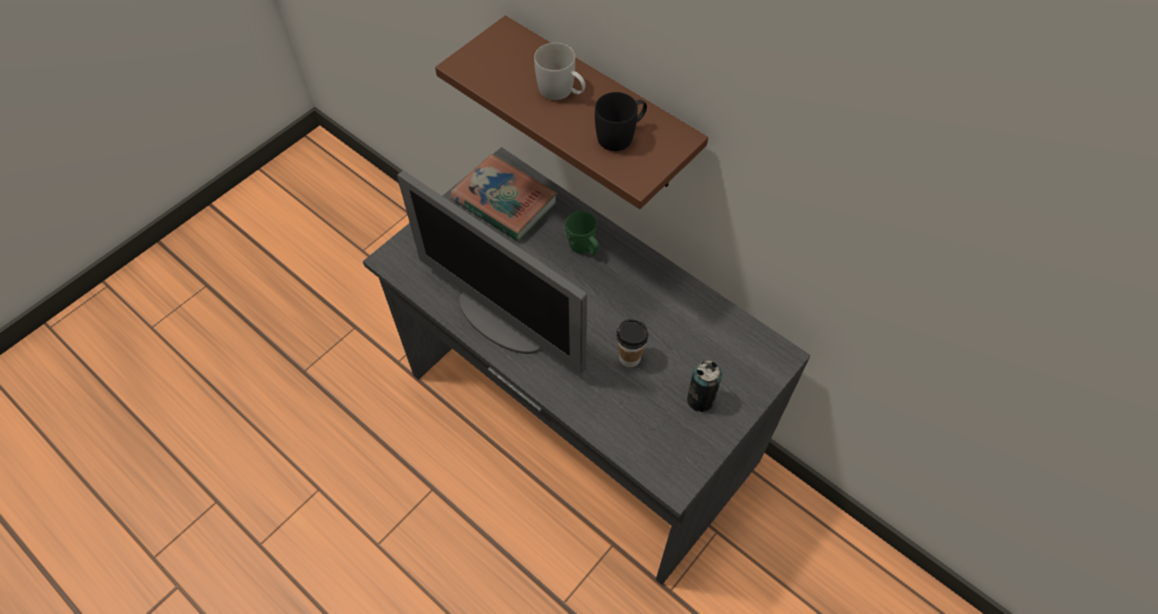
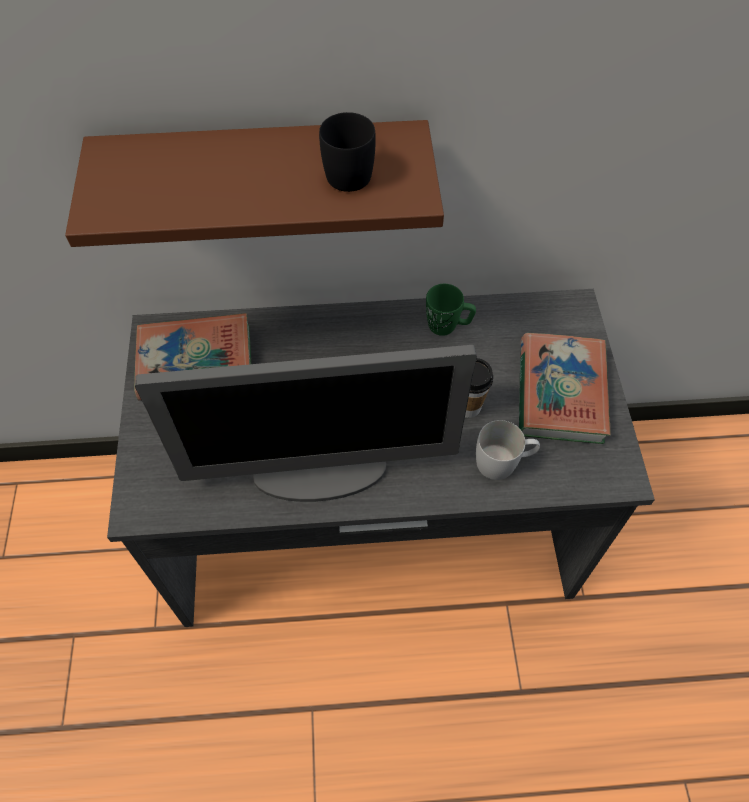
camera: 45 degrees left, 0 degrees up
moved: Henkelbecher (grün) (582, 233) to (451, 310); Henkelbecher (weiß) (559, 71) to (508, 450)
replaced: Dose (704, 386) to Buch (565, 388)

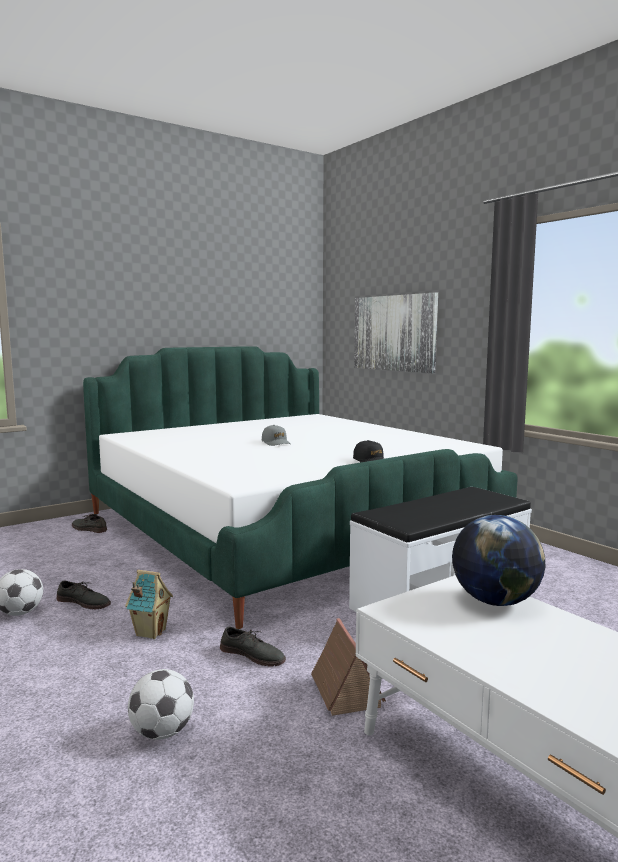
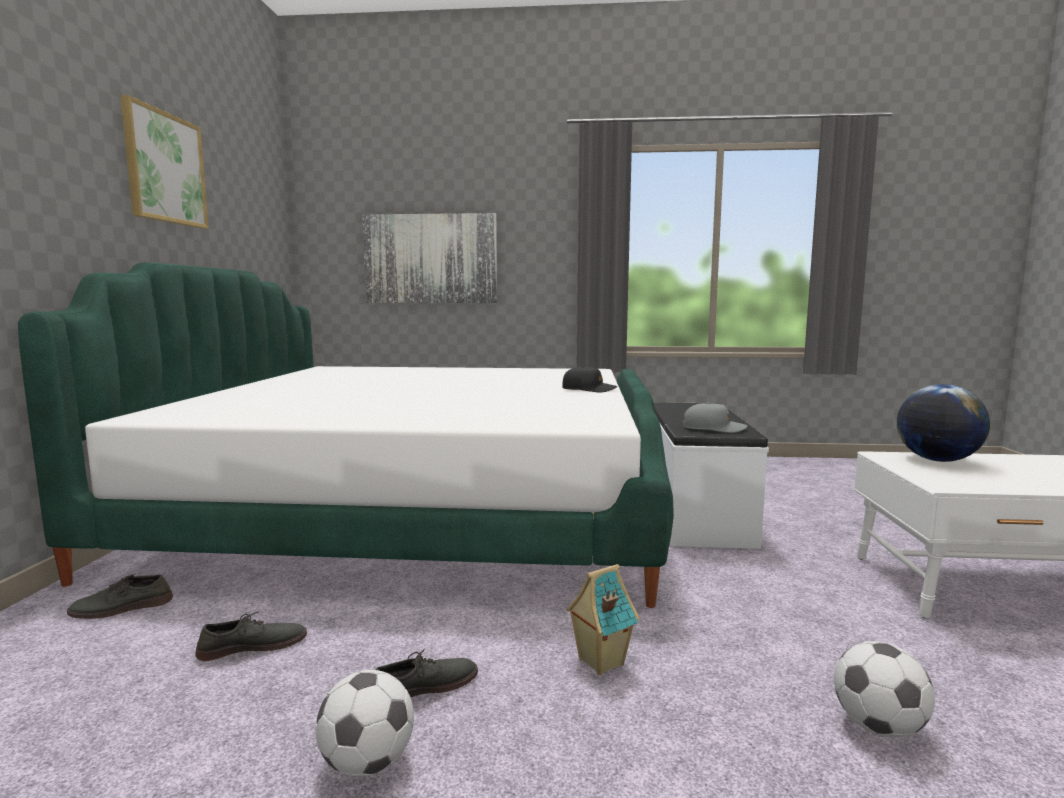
camera: 50 degrees left, 0 degrees up
removed: Spielzeughaus (348, 667)
added: Bild (164, 162)
moved: Schuh (grau) (253, 646) to (251, 636); Kappe (grau) (276, 435) to (715, 417)

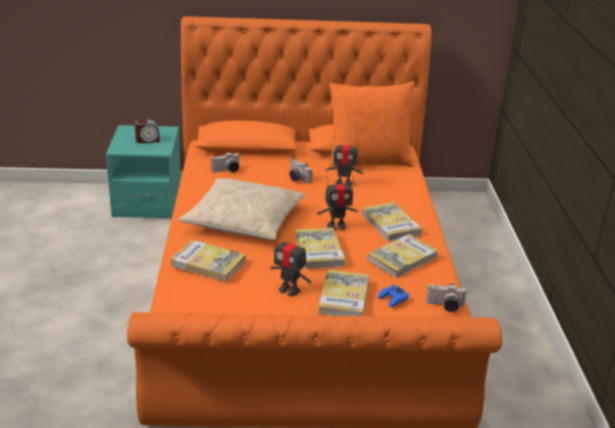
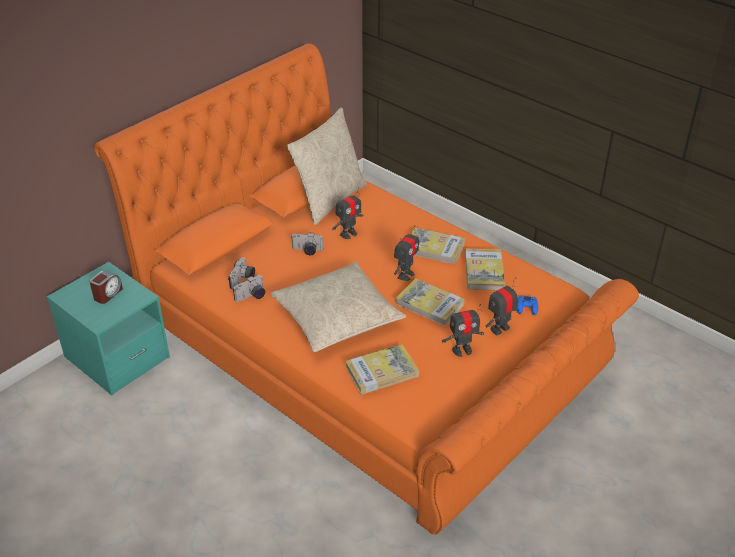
camera: 45 degrees left, 10 degrees up
moved: Kamera (446, 298) to (249, 288)
replaced: Buch (343, 293) to Spielzeugroboter (502, 306)
recoloured: Kissen (orange) (371, 125) to Kissen (beige) (327, 166)

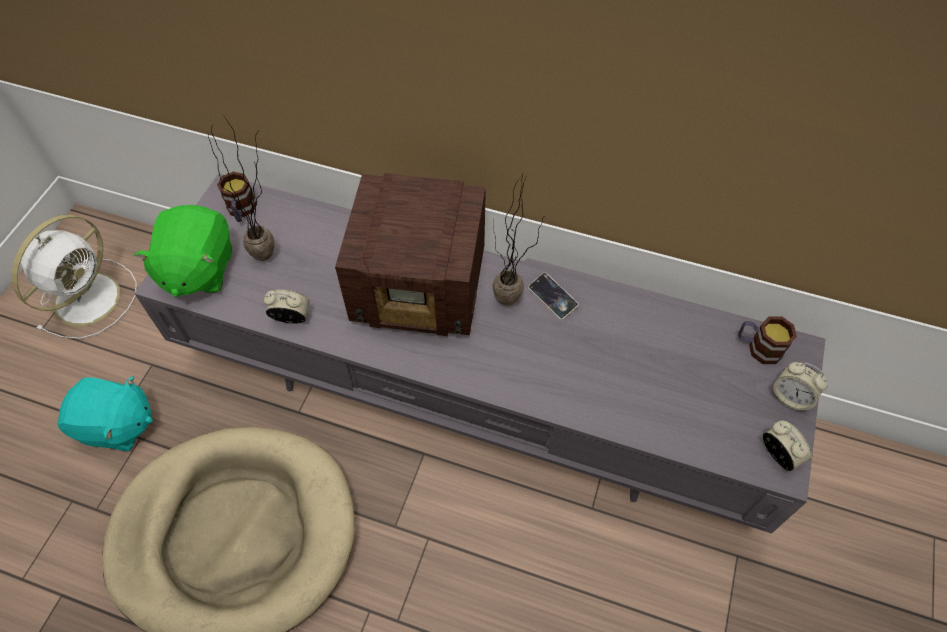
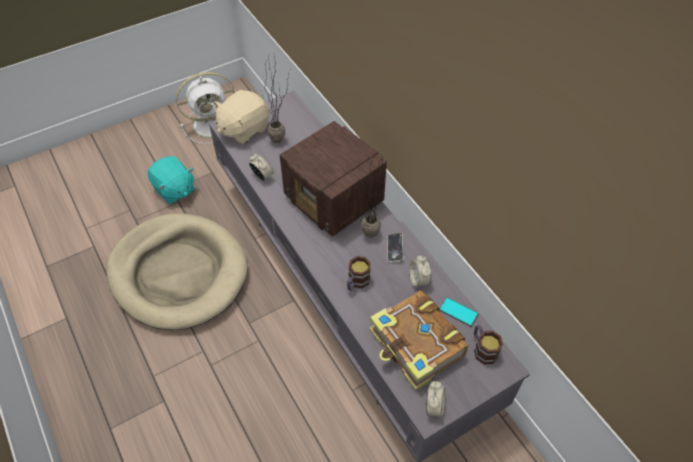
camera: 40 degrees right, 5 degrees down
added: Buch (418, 341); Handy (459, 312)
moved: Henkelbecher (237, 197) to (359, 273); Wecker (800, 386) to (420, 272)
recoloured: Plüschtier (grün) (183, 251) to Plüschtier (beige) (242, 117)

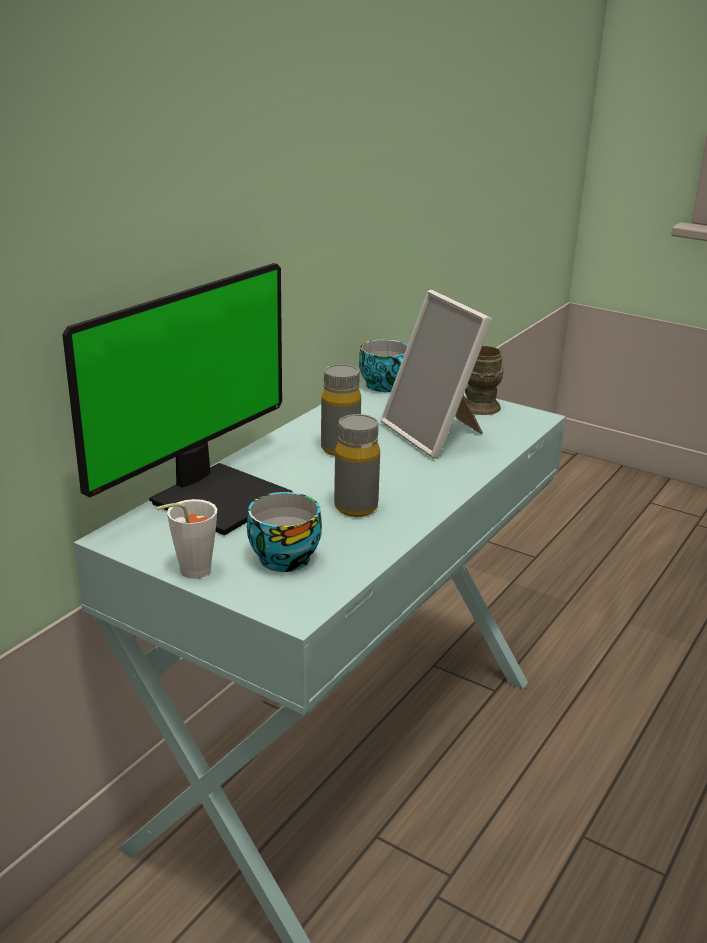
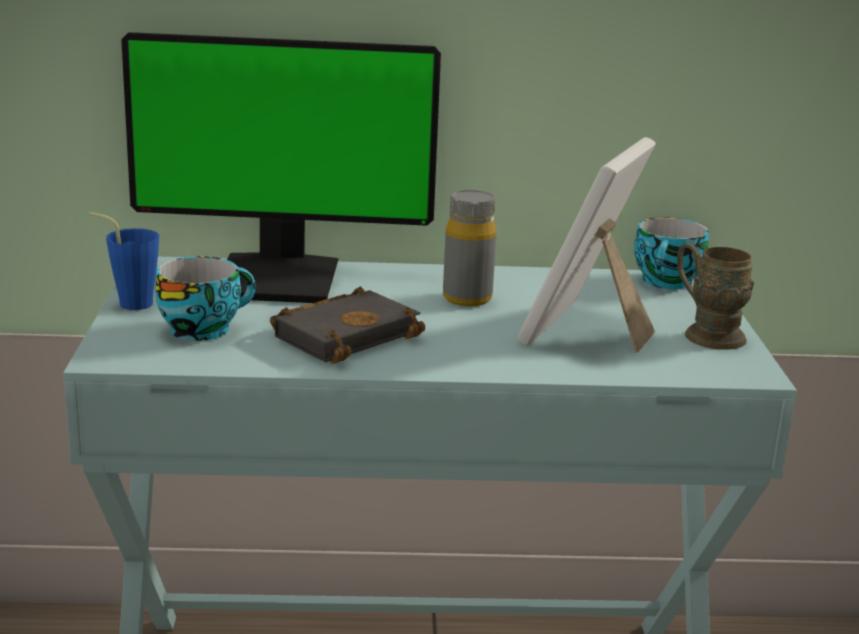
camera: 55 degrees right, 5 degrees down
replaced: Flasche (grau) (357, 465) to Buch (schwarz) (347, 325)
recoloured: Tasse (weiß) (186, 539) to Tasse (blau) (124, 261)

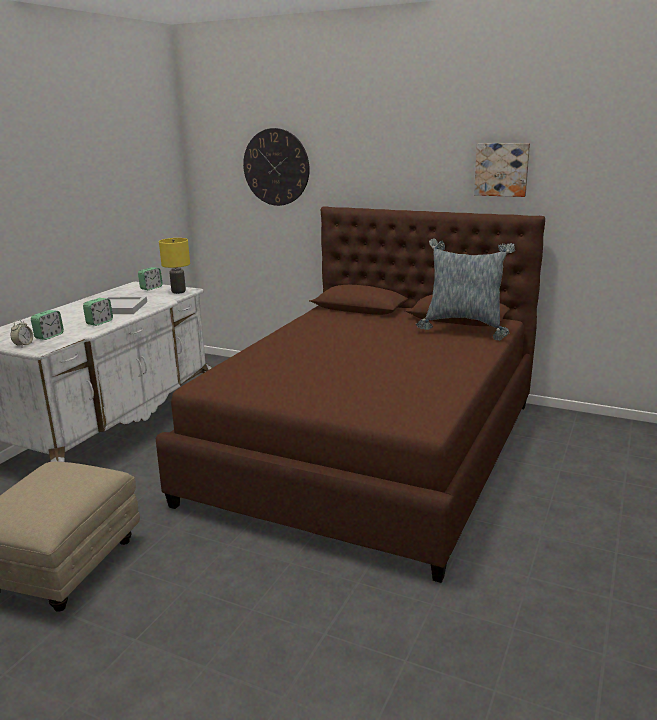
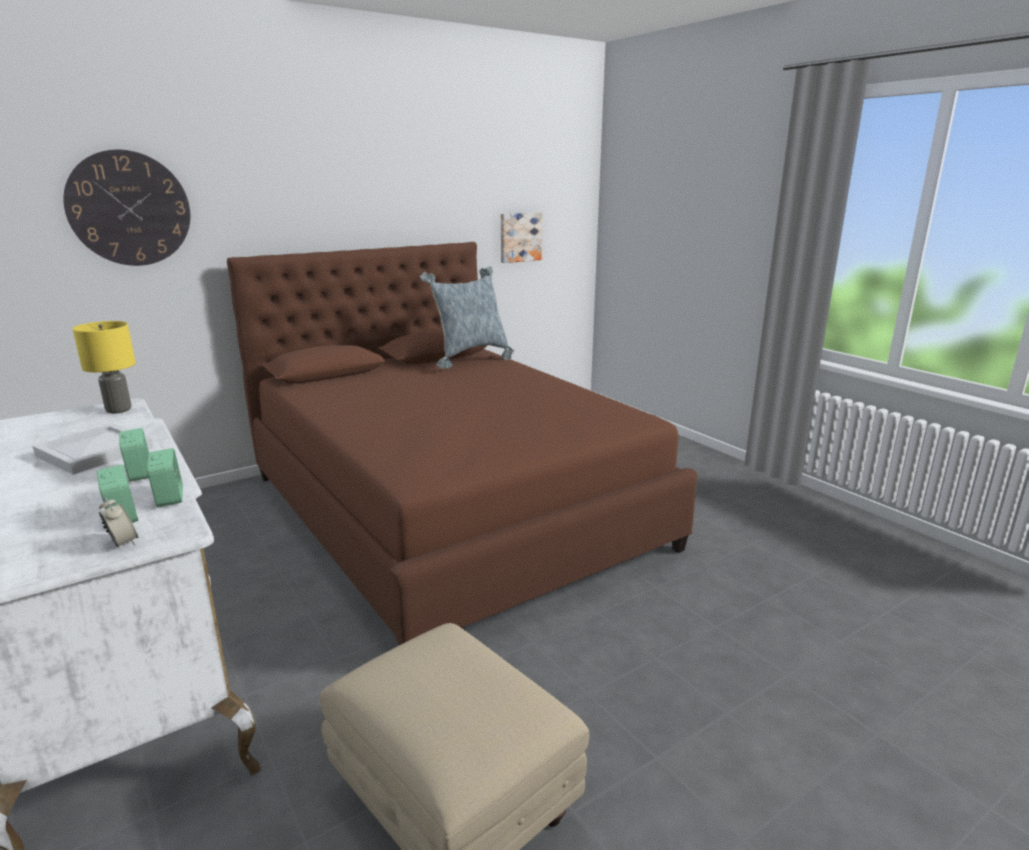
camera: 60 degrees left, 0 degrees up
moved: Wecker (150, 278) to (165, 477); Bild (502, 170) to (521, 237)

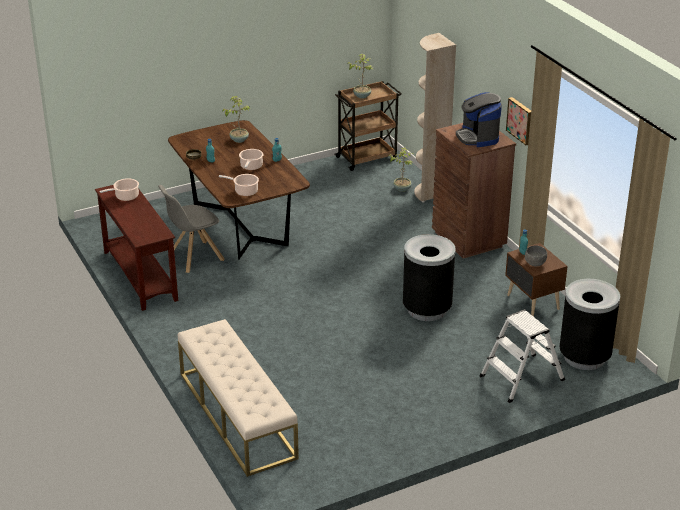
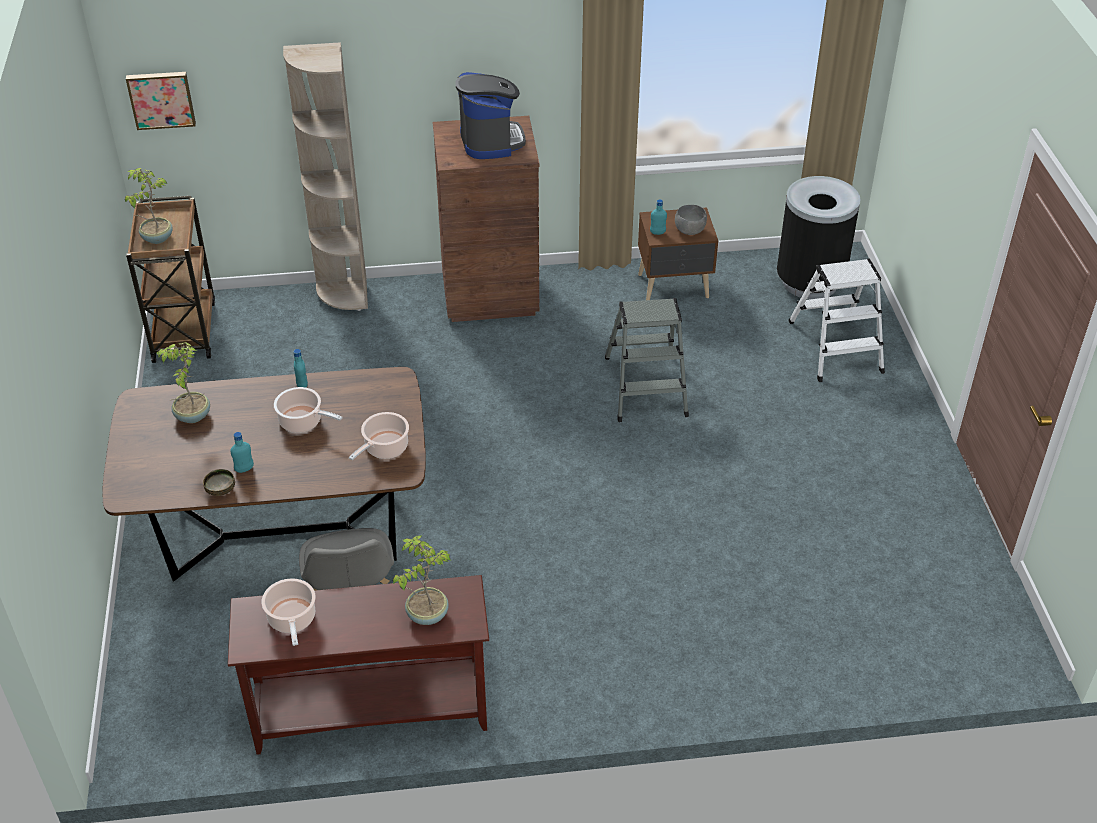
camera: 70 degrees left, 10 degrees up
removed: Bank (beige) (238, 398)
moved: Bild (518, 121) to (161, 101); Topfpflanze (401, 169) to (422, 580)
replaced: Mülleimer (schwarz) (429, 277) to Trittleiter (grau) (647, 360)
turned: Kaffeemaschine (479, 119) = (491, 115) 105 degrees counterclockwise

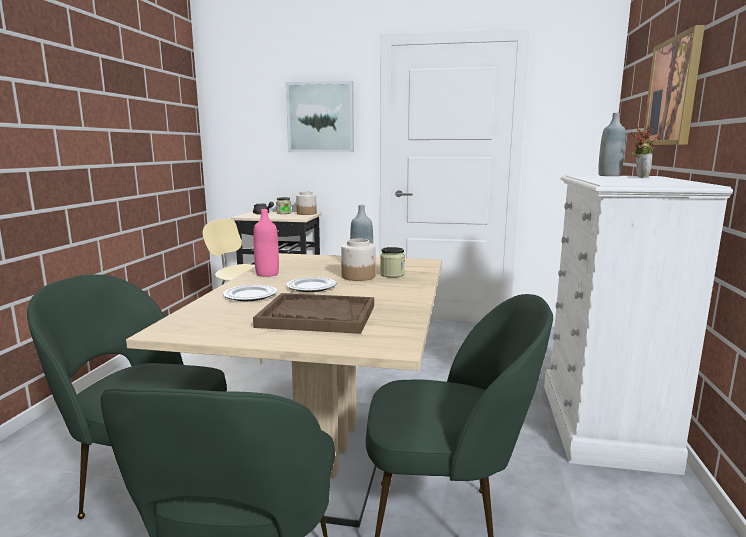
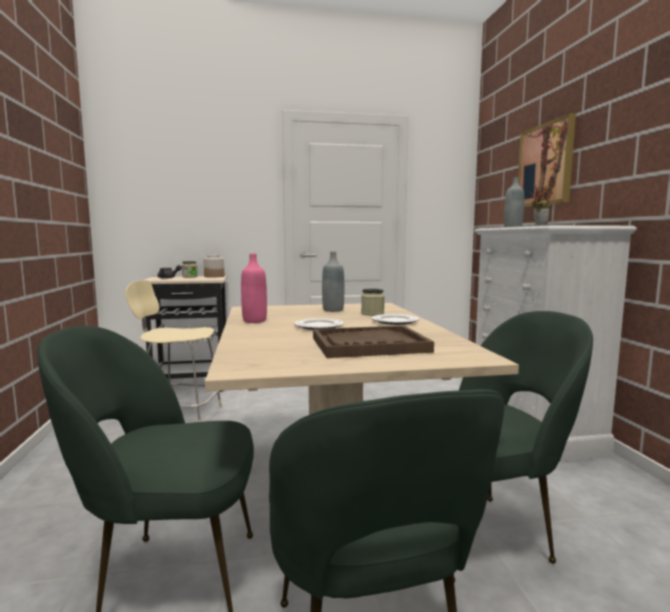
camera: 20 degrees left, 5 degrees down
removed: Bild (320, 116); Vorratsglas (358, 260)
moved: Teller (250, 293) to (395, 319)

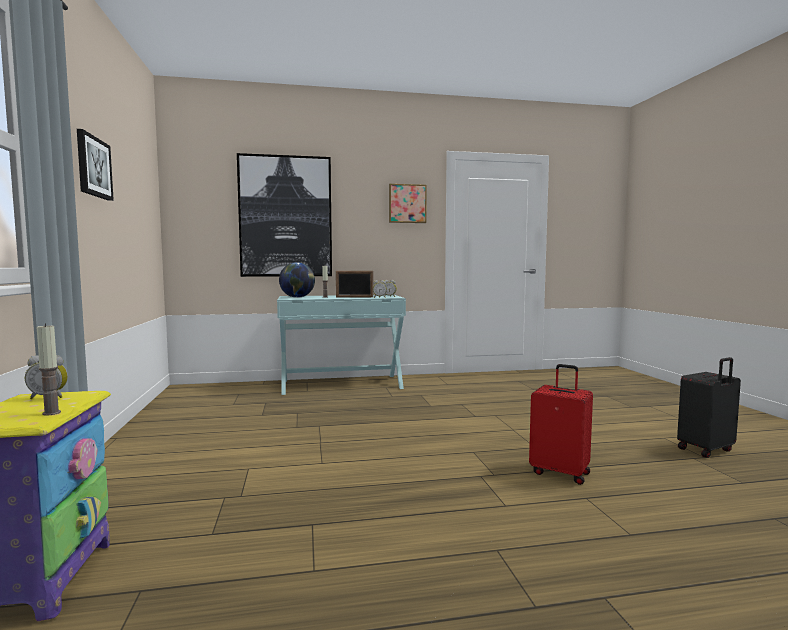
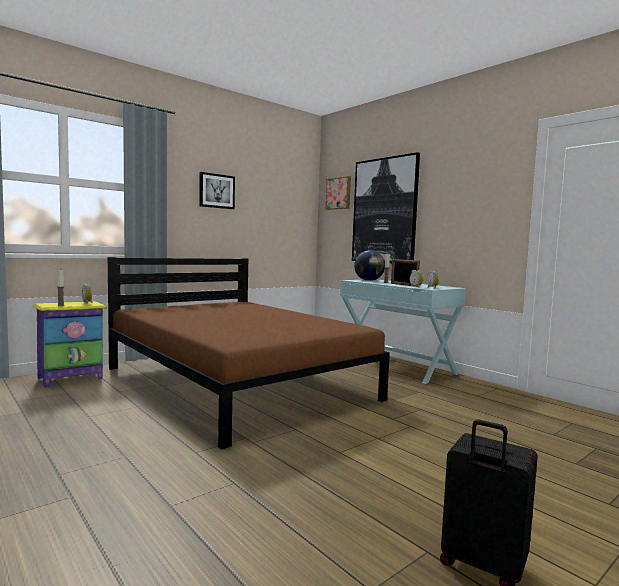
camera: 60 degrees right, 0 degrees up
removed: Koffer (rot) (561, 424)
added: Bett (braun) (249, 353)
moved: Bild (408, 203) to (338, 193)

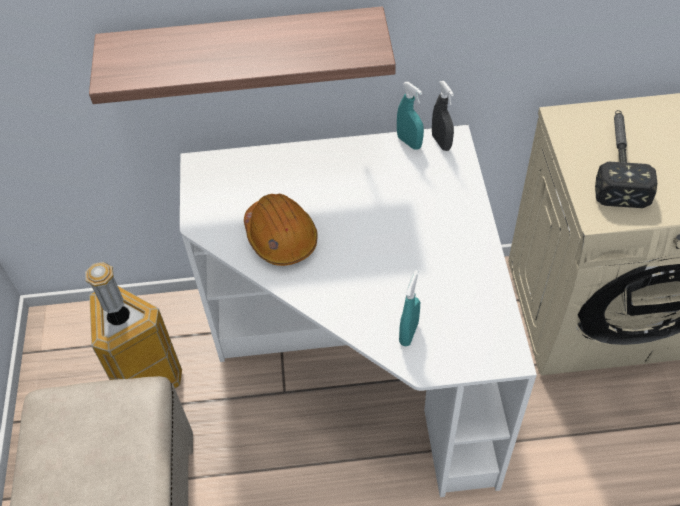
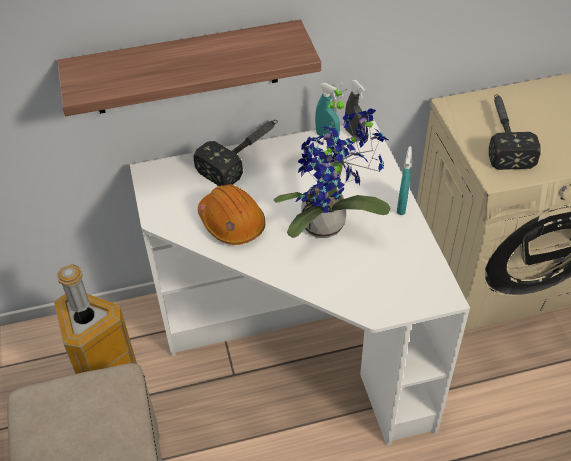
camera: 10 degrees left, 5 degrees down
added: Hammer (235, 153); Topfpflanze (332, 160)
moved: Sprühflasche (türkis) (409, 308) to (404, 180)

